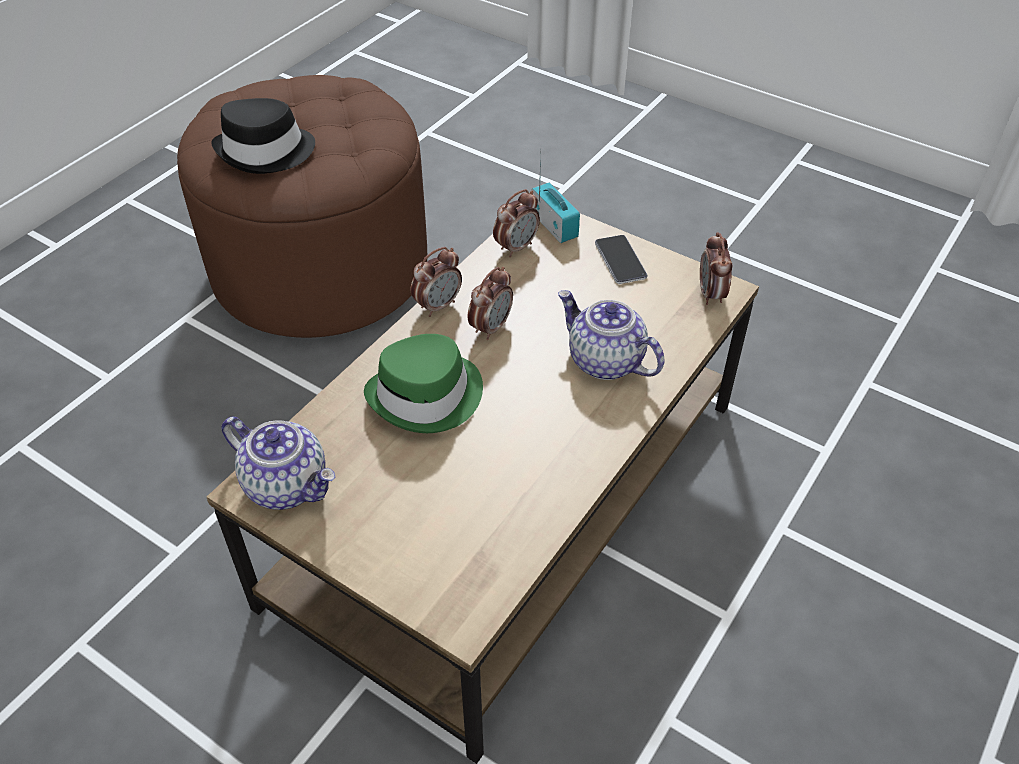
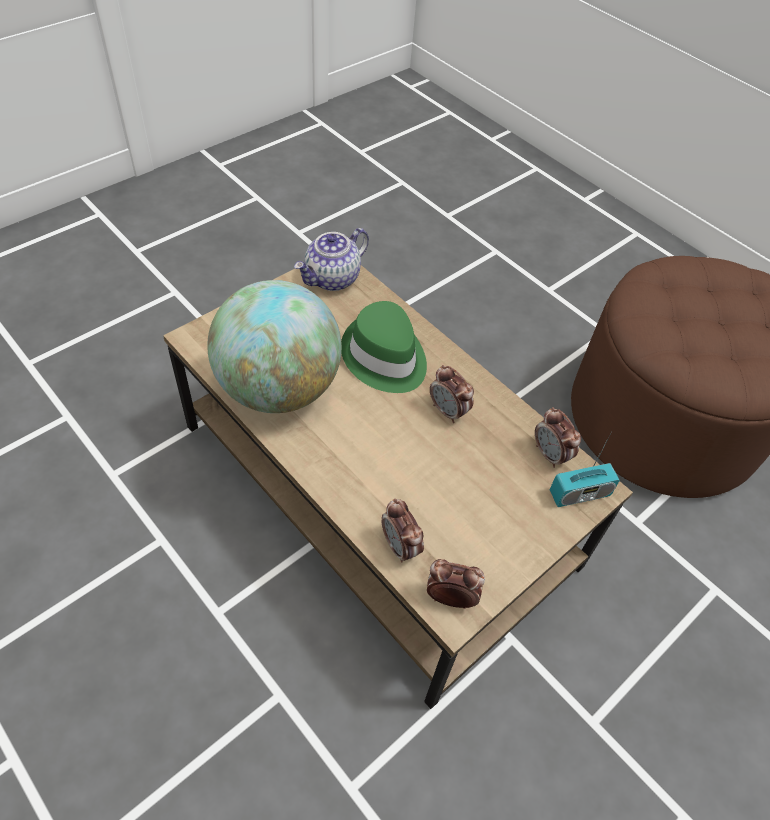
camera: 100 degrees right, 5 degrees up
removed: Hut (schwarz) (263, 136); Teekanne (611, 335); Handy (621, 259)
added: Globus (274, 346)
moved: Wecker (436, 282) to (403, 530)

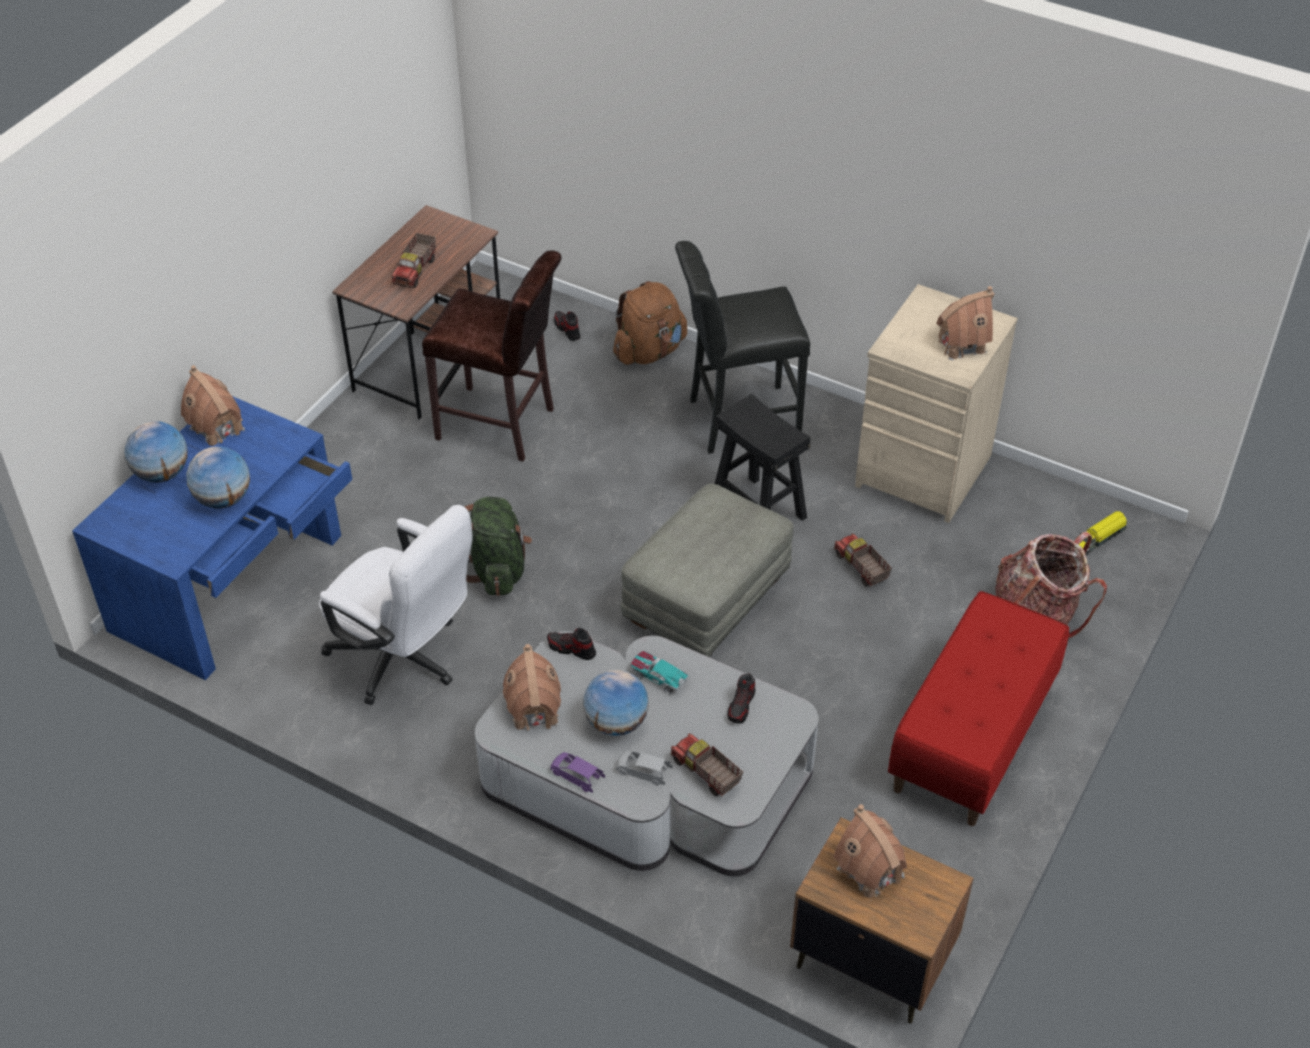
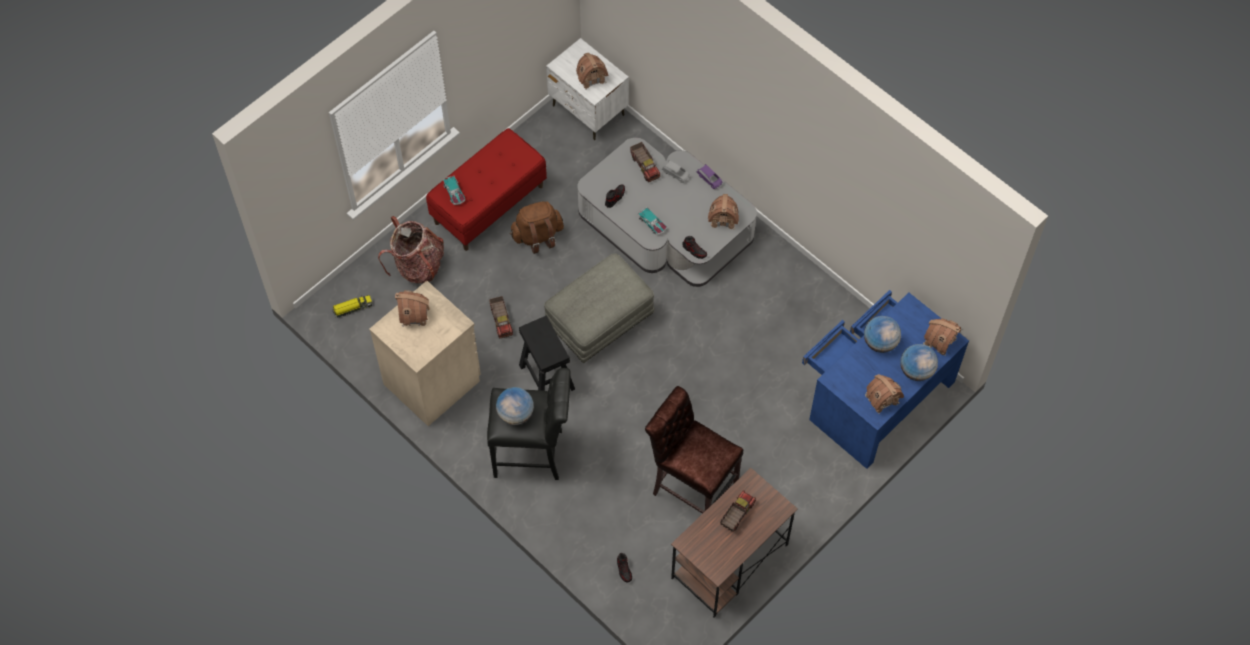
camera: 165 degrees left, 15 degrees up
removed: Bürostuhl (weiß) (396, 605); Rucksack (grün) (498, 546)
added: Spielzeugauto (454, 190); Spielzeughaus (942, 337)
moved: Globus (616, 703) to (515, 406); Rucksack (braun) (650, 323) to (537, 227)
recoloured: Nachttisch (braun) (882, 920) to Nachttisch (weiß) (587, 89)

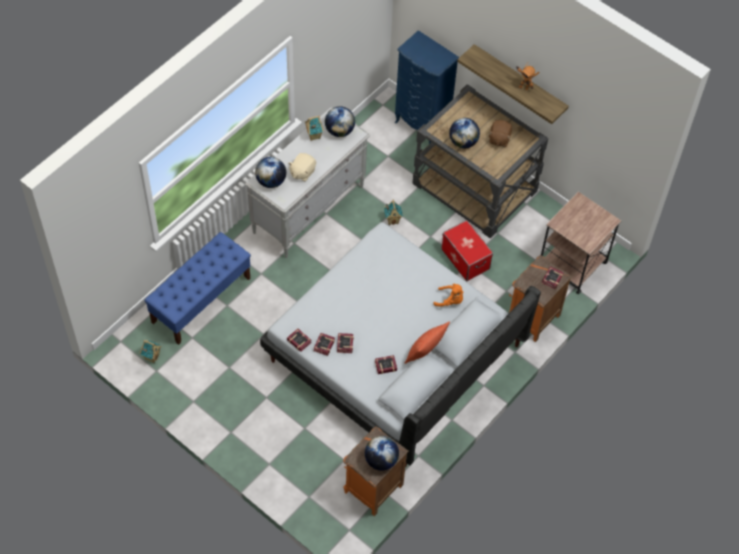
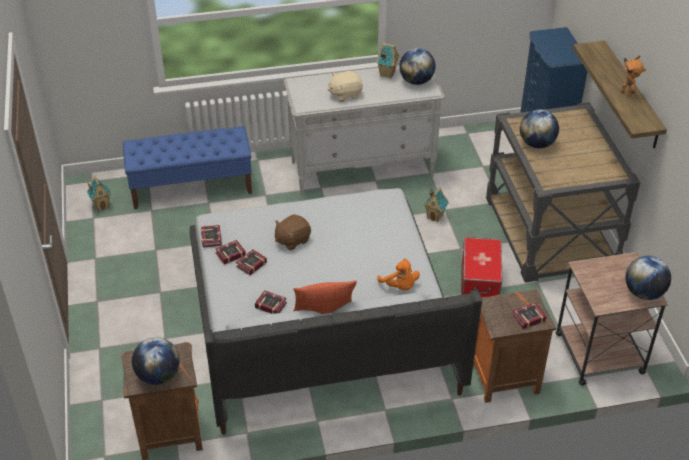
camera: 40 degrees right, 15 degrees down
moved: Plüschtier (braun) (500, 133) to (293, 232); Globus (270, 172) to (648, 278)

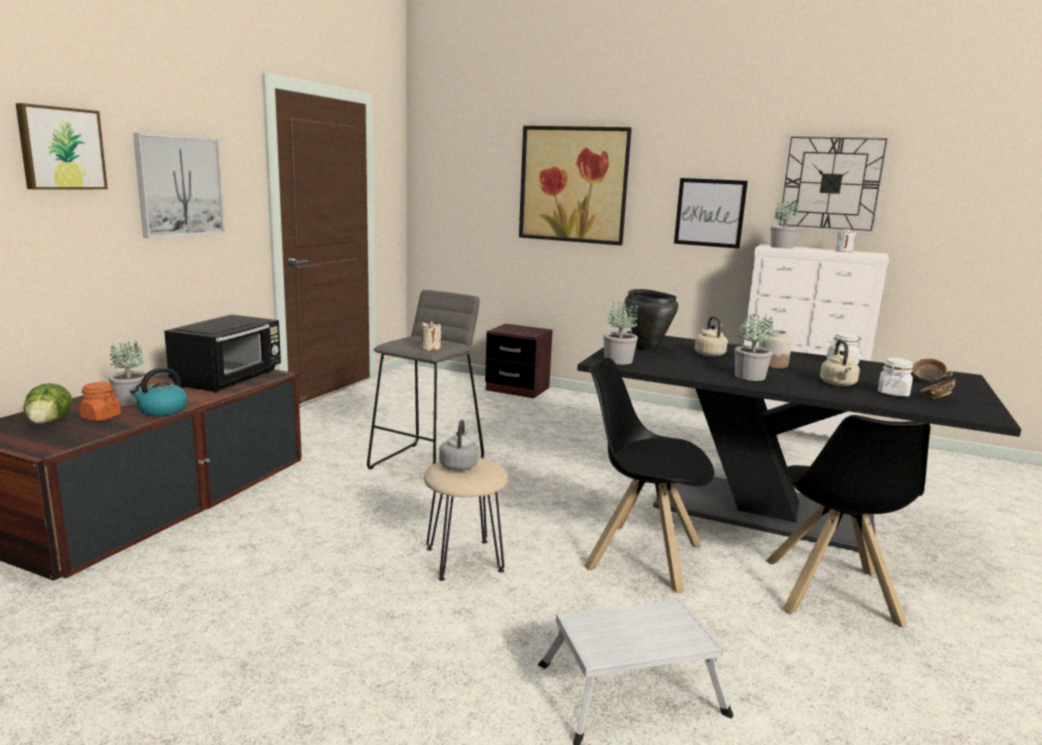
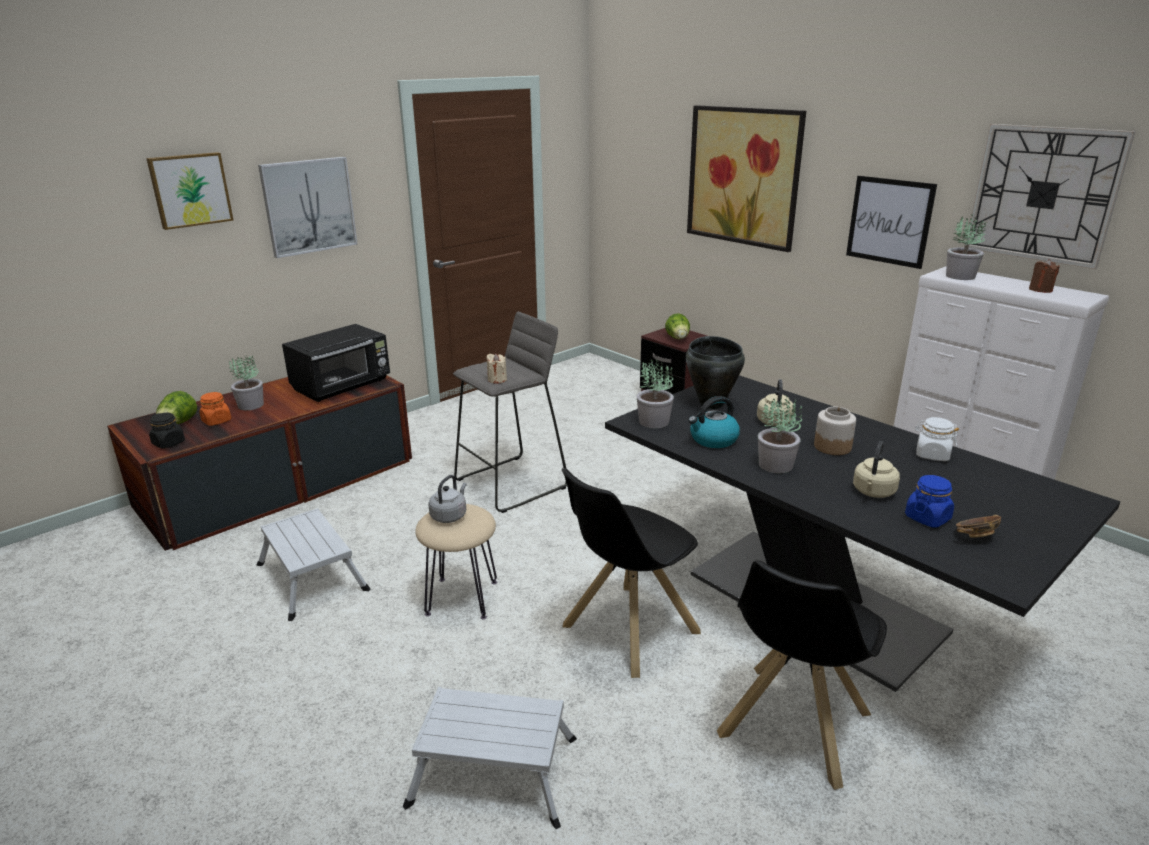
camera: 25 degrees right, 10 degrees up
removed: Schüssel (932, 370)
added: Vorratsglas (schwarz) (167, 431); Trittleiter (weiß) (313, 564); Salatkopf (677, 326)
moved: Wasserkessel (159, 391) to (714, 422)
recoloured: Vorratsglas (weiß) (895, 377) to Vorratsglas (blau) (929, 501); Kerze (weiß) (845, 239) to Kerze (braun) (1044, 276)
turned: Stuhl (schwarz) (649, 475) = (631, 573) 90 degrees counterclockwise

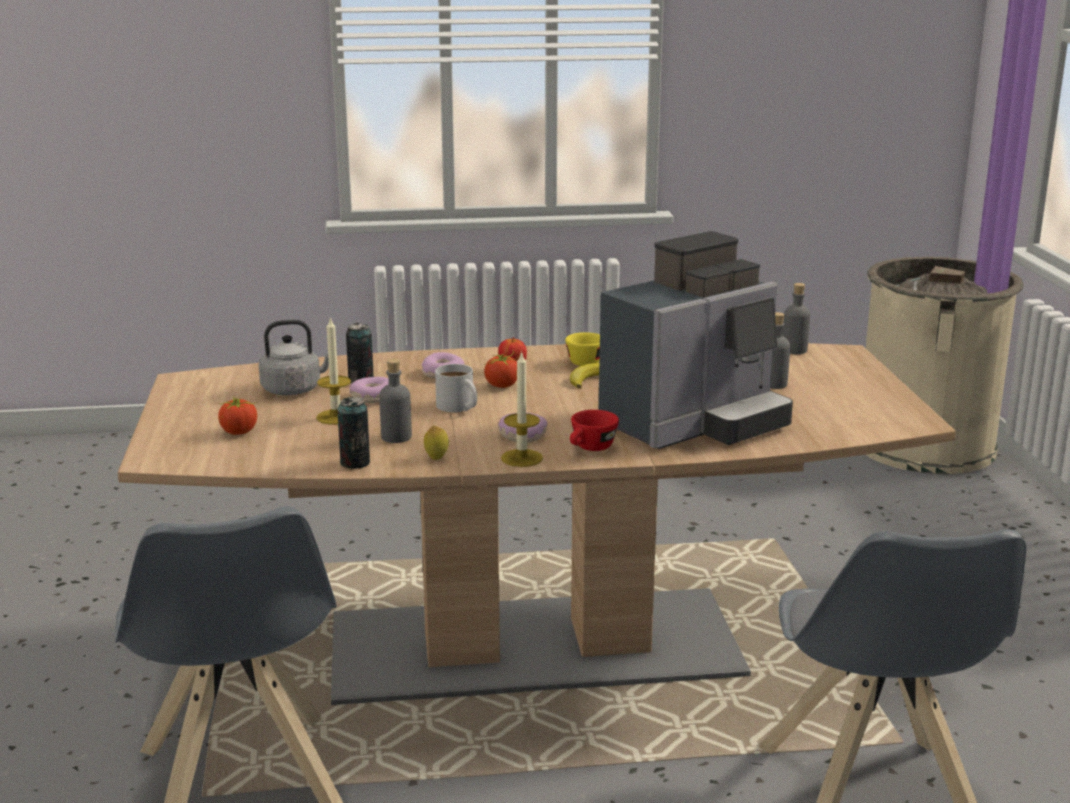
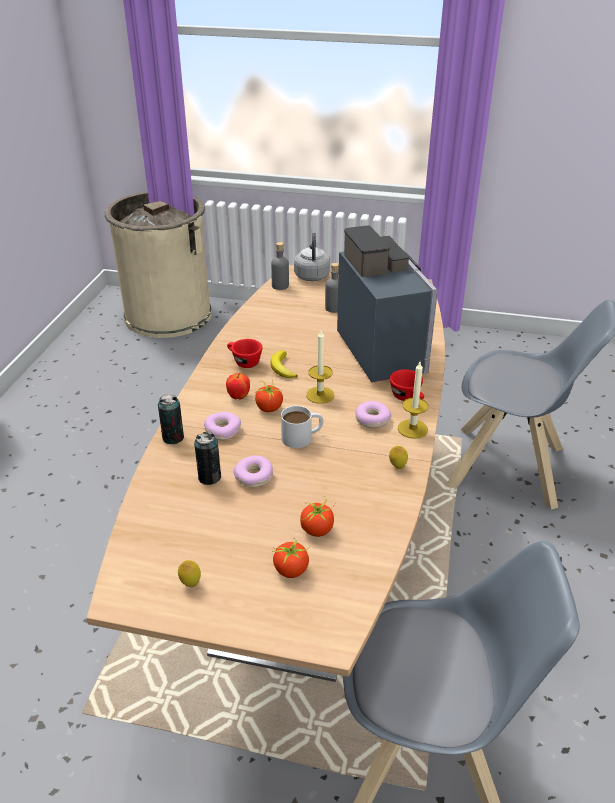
camera: 70 degrees left, 15 degrees up
removed: Flasche (grau) (395, 401)
added: Zitrone (189, 573); Tomate (318, 516)
moved: Dose (353, 433) to (171, 419); Wasserkessel (grau) (298, 357) to (312, 256); Kerze (333, 370) to (320, 367)
recoloured: Tasse (gelb) (582, 349) to Tasse (rot) (244, 353)

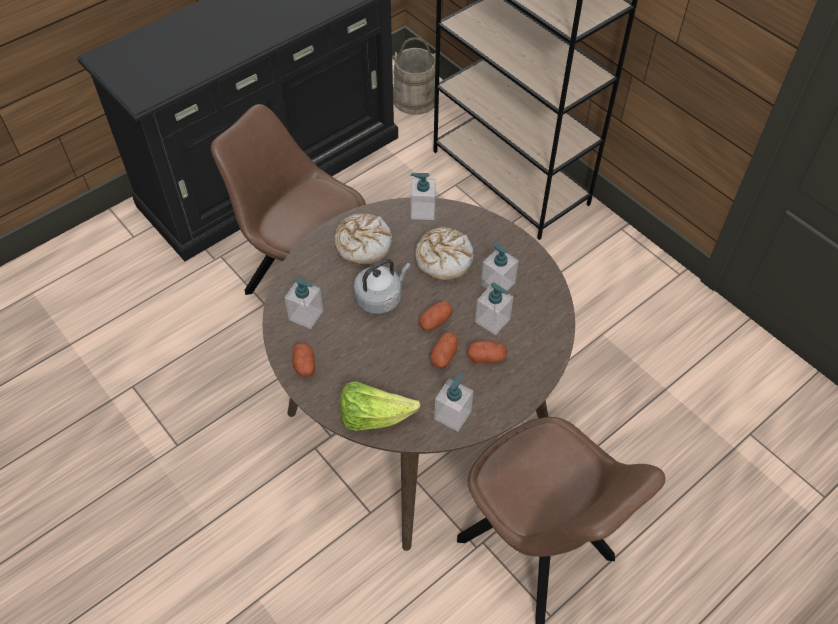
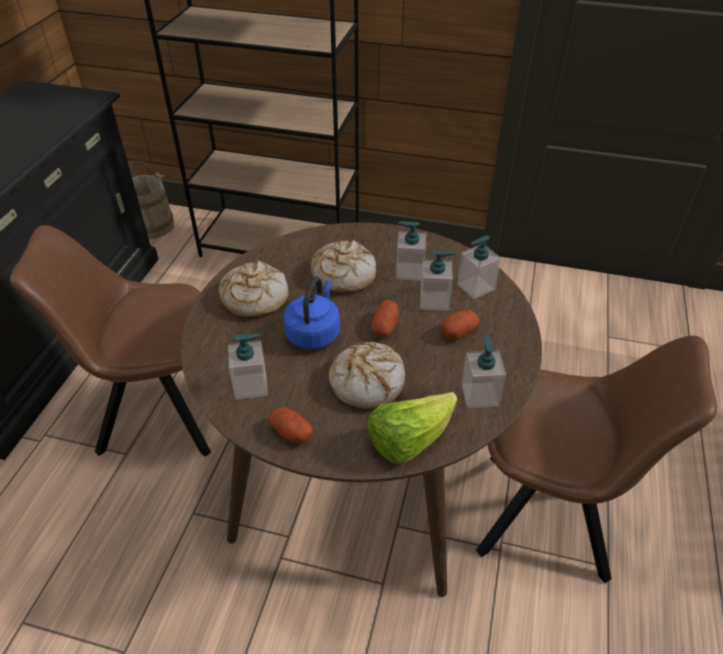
camera: 35 degrees left, 10 degrees down
removed: Kartoffel (444, 350)
added: Brot (367, 375)
moved: Seifenspender (423, 196) to (479, 267)
recoloured: Wasserkessel (grau) (382, 286) to Wasserkessel (blau) (311, 313)

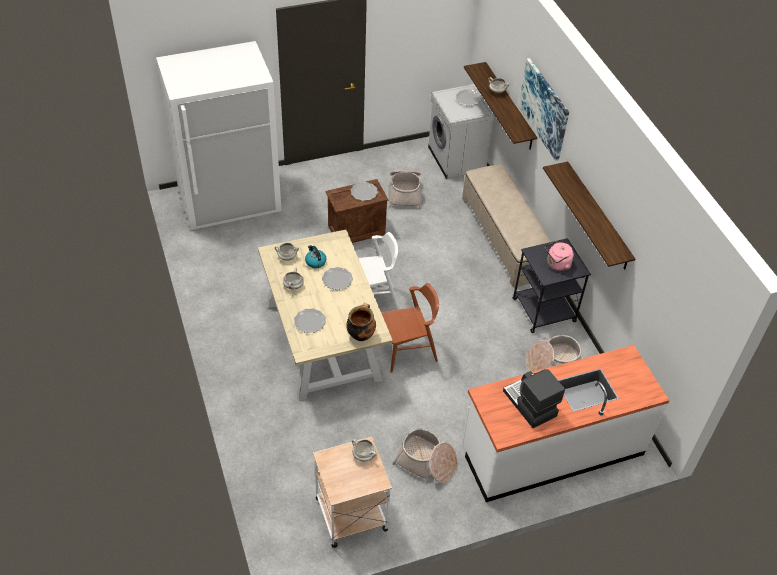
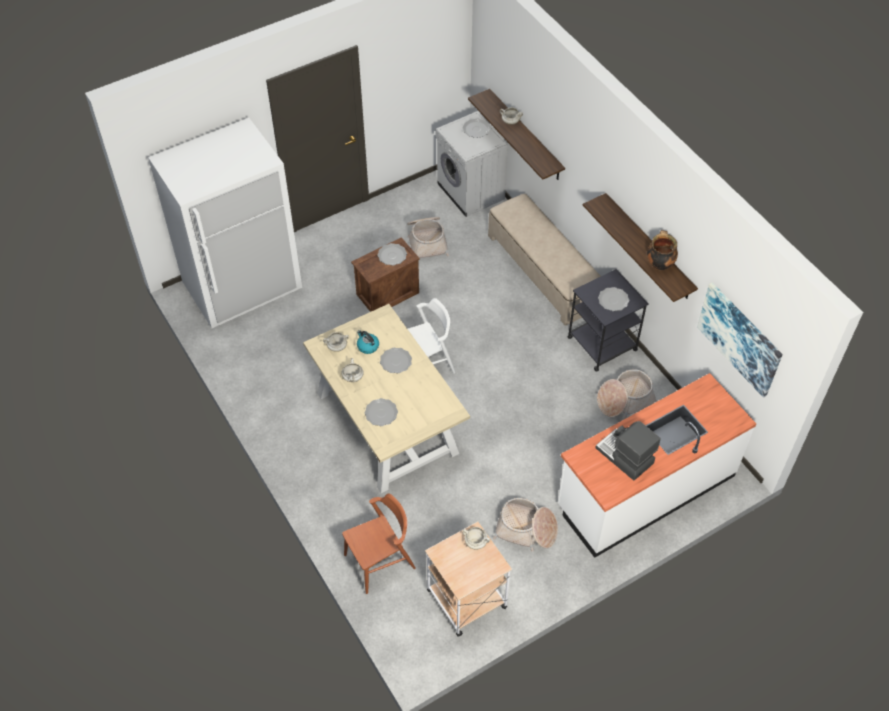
camera: 10 degrees left, 5 degrees up
moved: Stuhl (braun) (410, 328) to (379, 543); Kochtopf (361, 322) to (662, 250); Bild (543, 109) to (740, 340)
replaced: Wasserkessel (rosa) (559, 256) to Teller (613, 299)

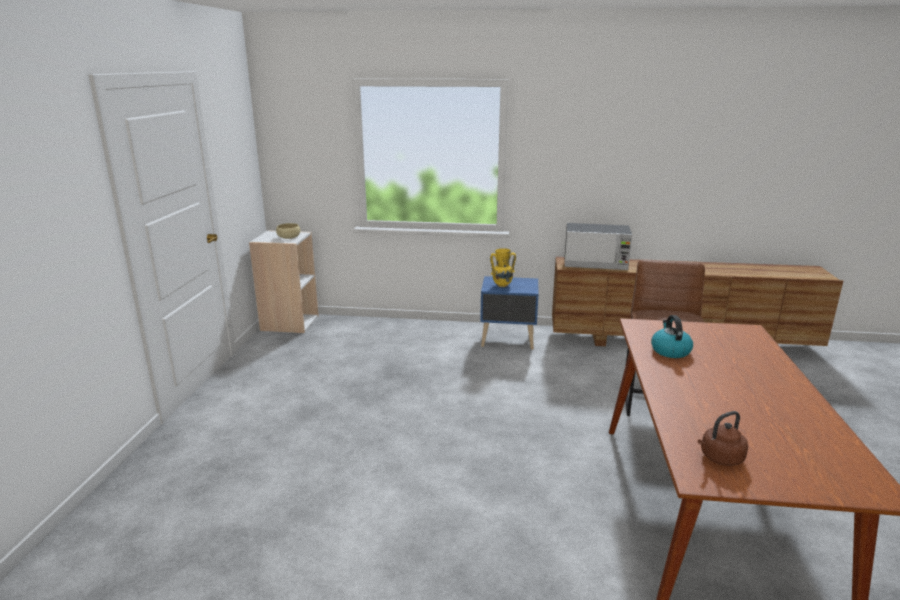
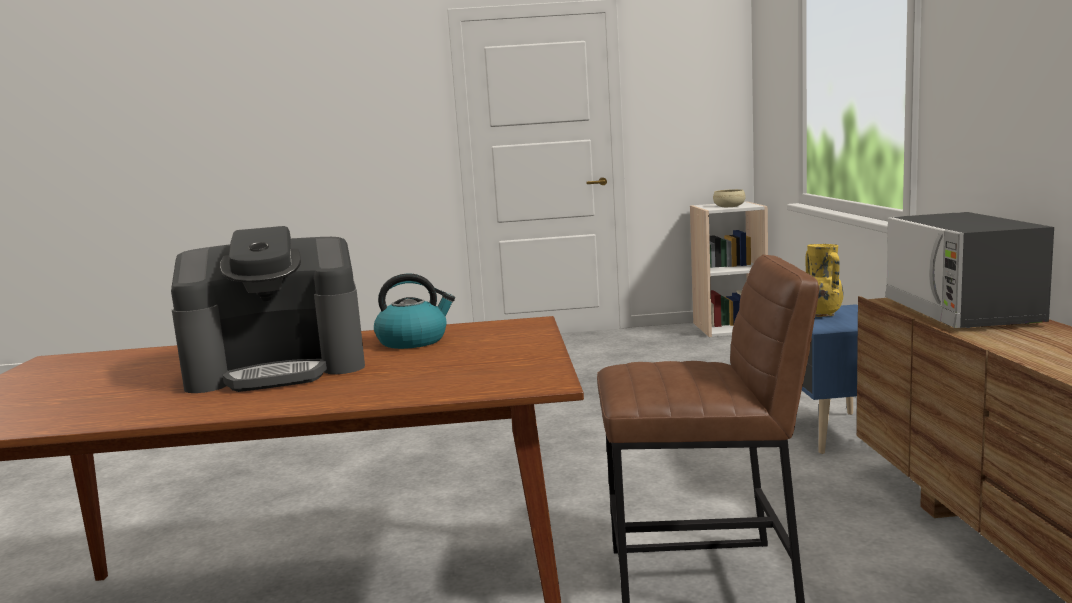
camera: 80 degrees right, 10 degrees down
removed: Wasserkessel (braun) (723, 438)
added: Kaffeemaschine (268, 309)

